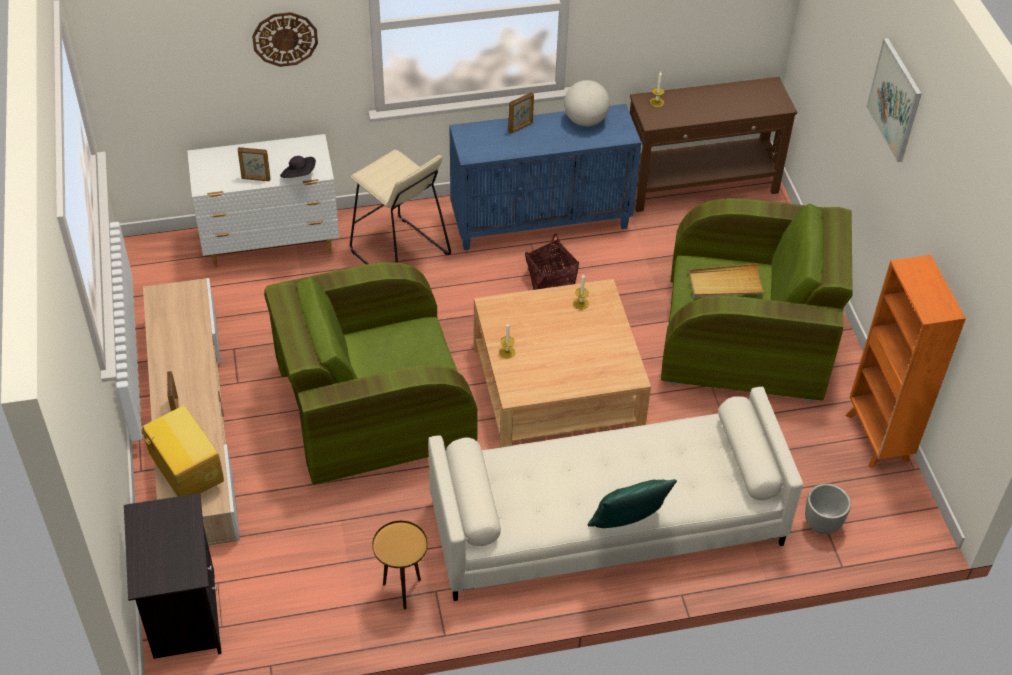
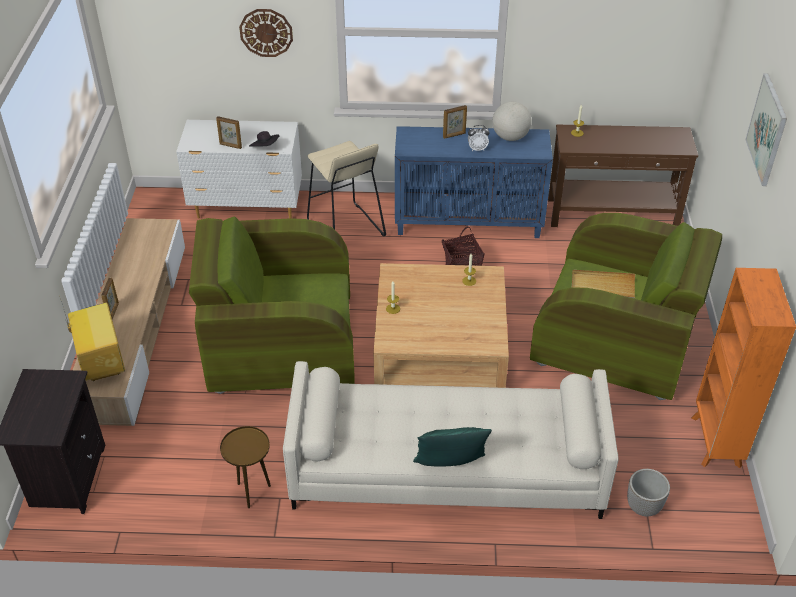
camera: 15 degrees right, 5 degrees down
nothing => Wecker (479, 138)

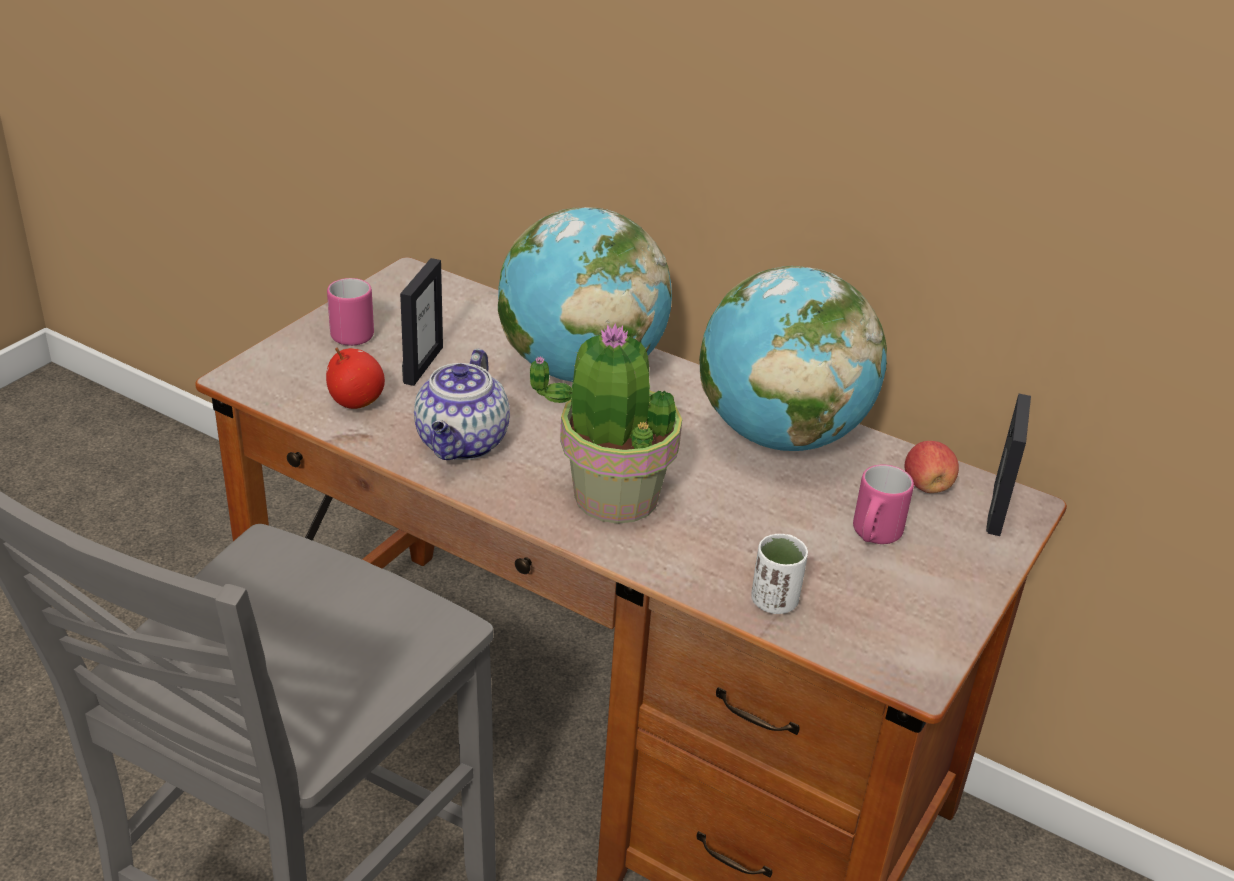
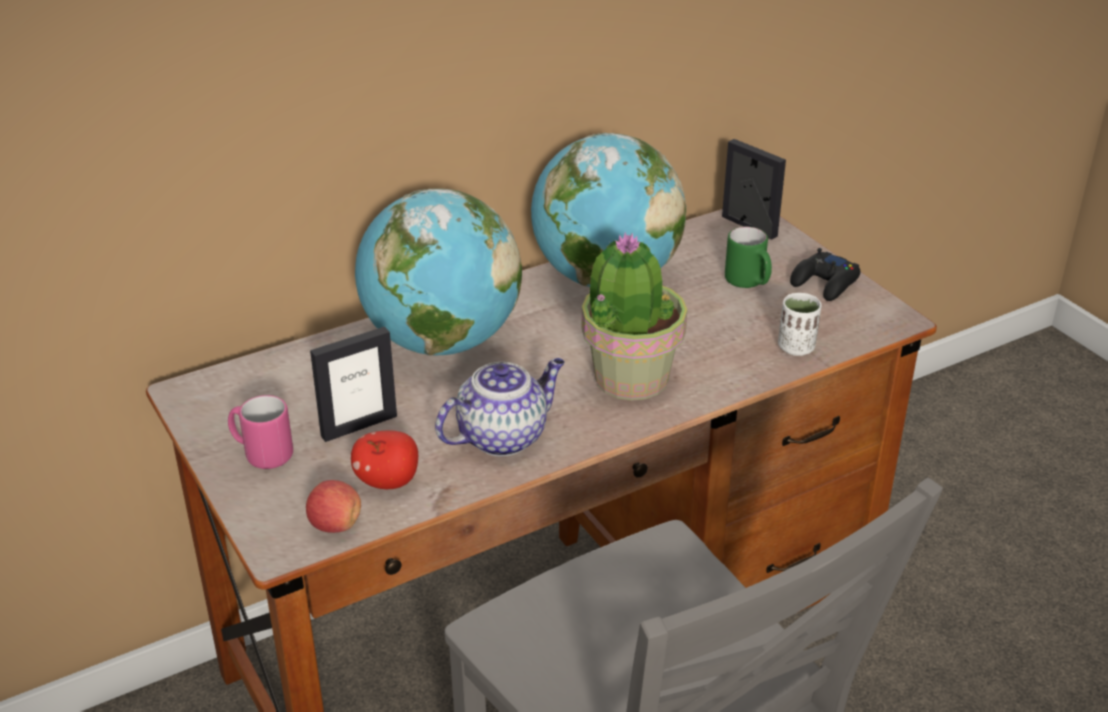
camera: 60 degrees left, 0 degrees up
Bilderrahmen (421, 322) => Bilderrahmen (353, 384), 105 degrees clockwise
Teekanne (462, 404) => Teekanne (500, 407), 75 degrees counterclockwise
Apfel (931, 467) => Apfel (333, 506), shifted
Henkelbecher [rosa] (883, 504) => Henkelbecher [grün] (748, 257)
nothing => Gamepad [schwarz] (825, 274)

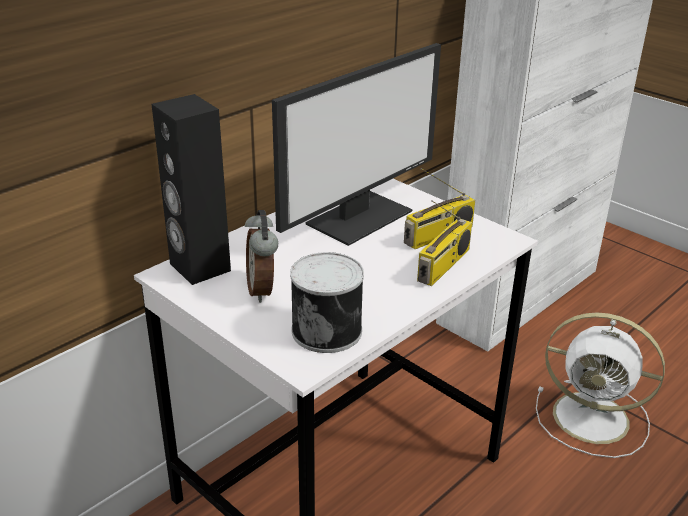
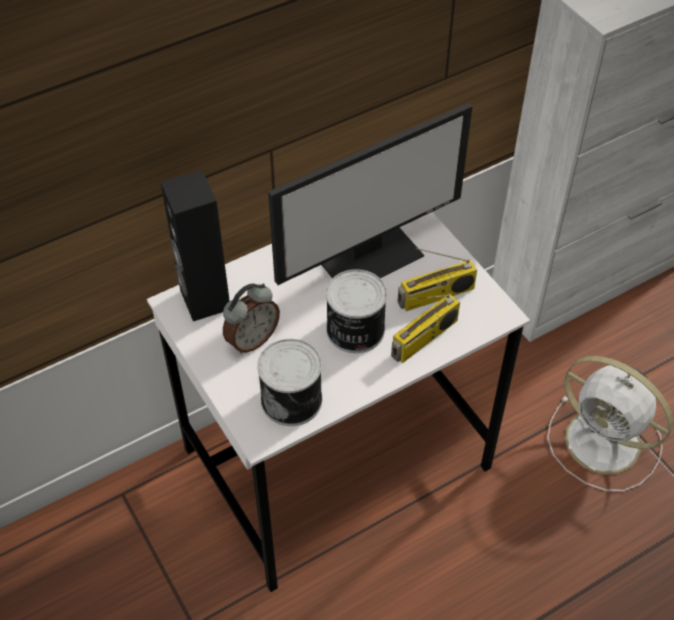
camera: 15 degrees right, 20 degrees up
Wecker (261, 256) => Wecker (251, 318), 135 degrees counterclockwise
nothing => Dose (356, 311)

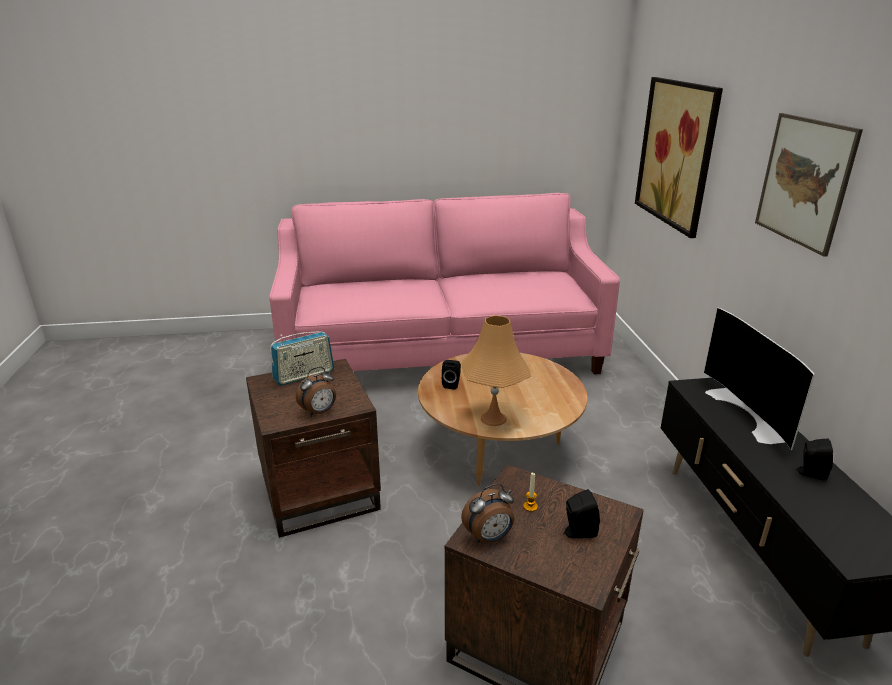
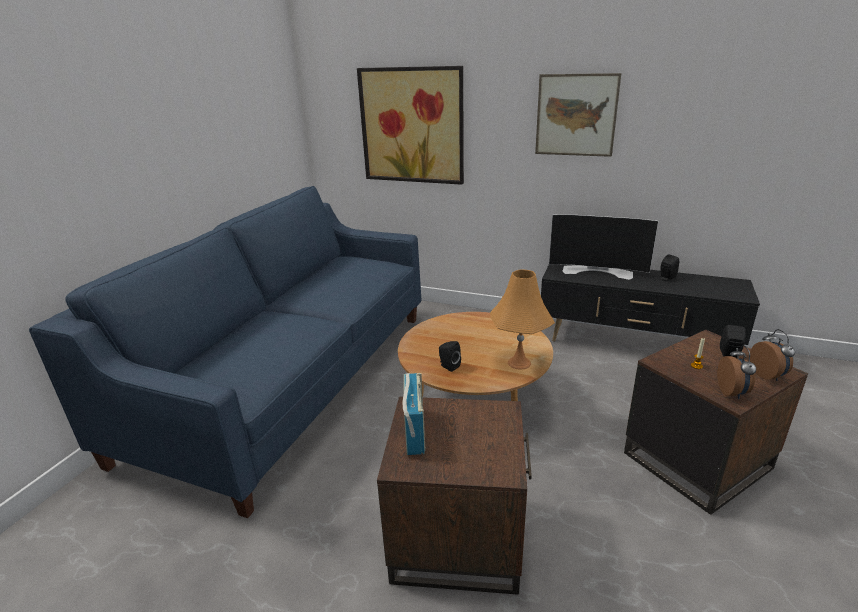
camera: 60 degrees left, 0 degrees up
Sofa [rosa] (444, 284) => Sofa [blau] (225, 352)
Wecker (316, 391) => Wecker (772, 355), shifted

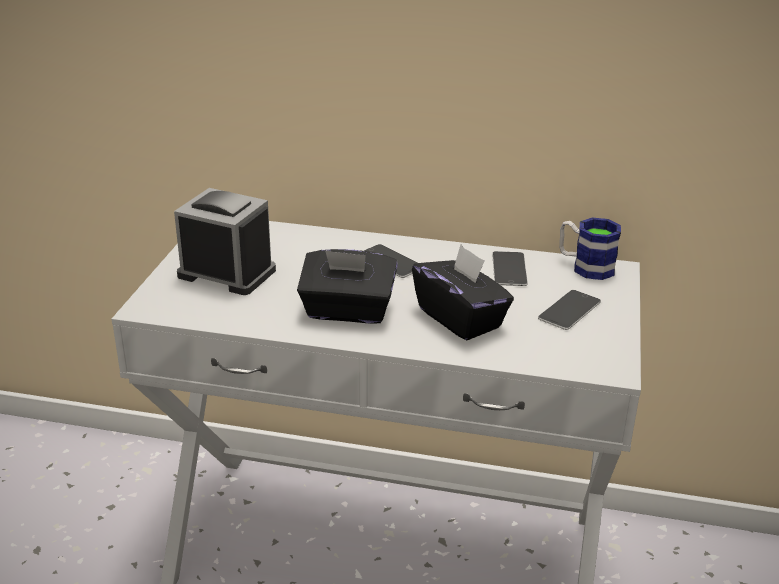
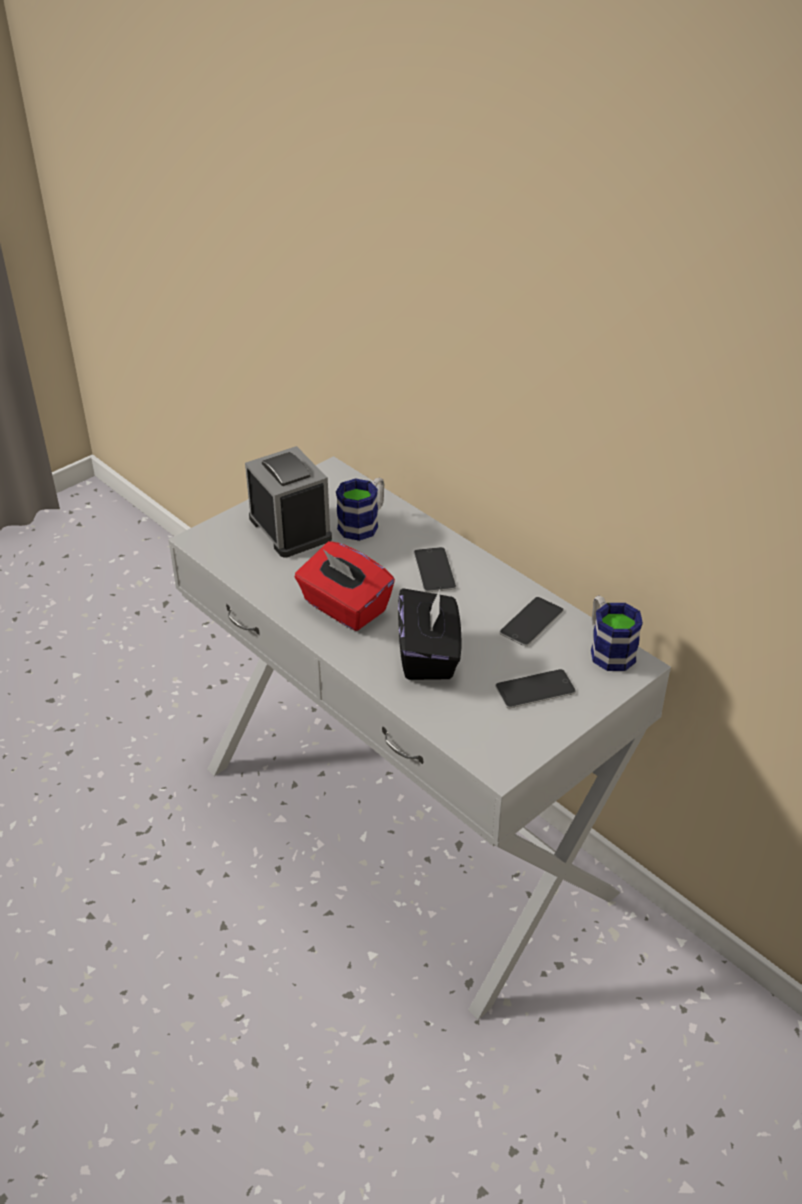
camera: 35 degrees right, 10 degrees up
Taschentuchbox [schwarz] (347, 286) => Taschentuchbox [rot] (345, 586)
nothing => Henkelbecher (360, 509)

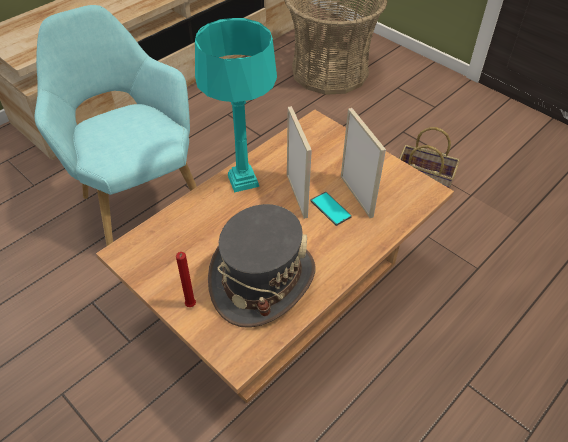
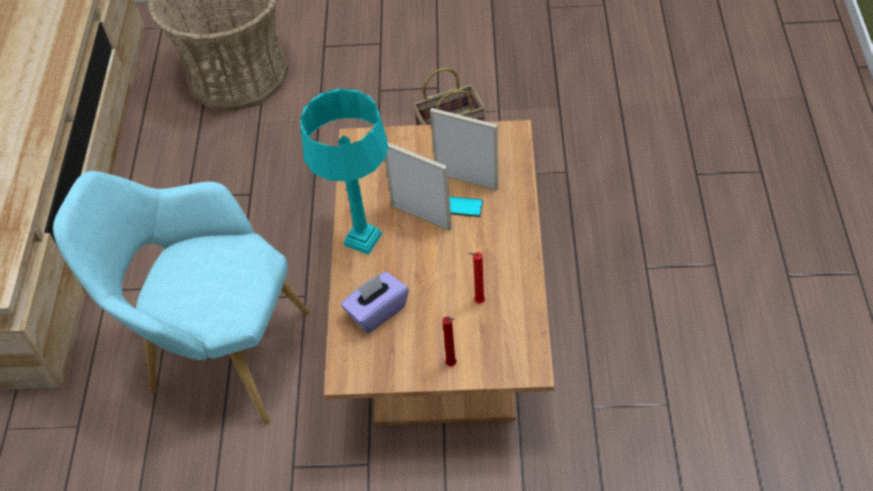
camera: 40 degrees left, 5 degrees up
Hut [grau] (261, 266) => Kerze [rot] (476, 278)
nothing => Taschentuchbox [lila] (375, 302)

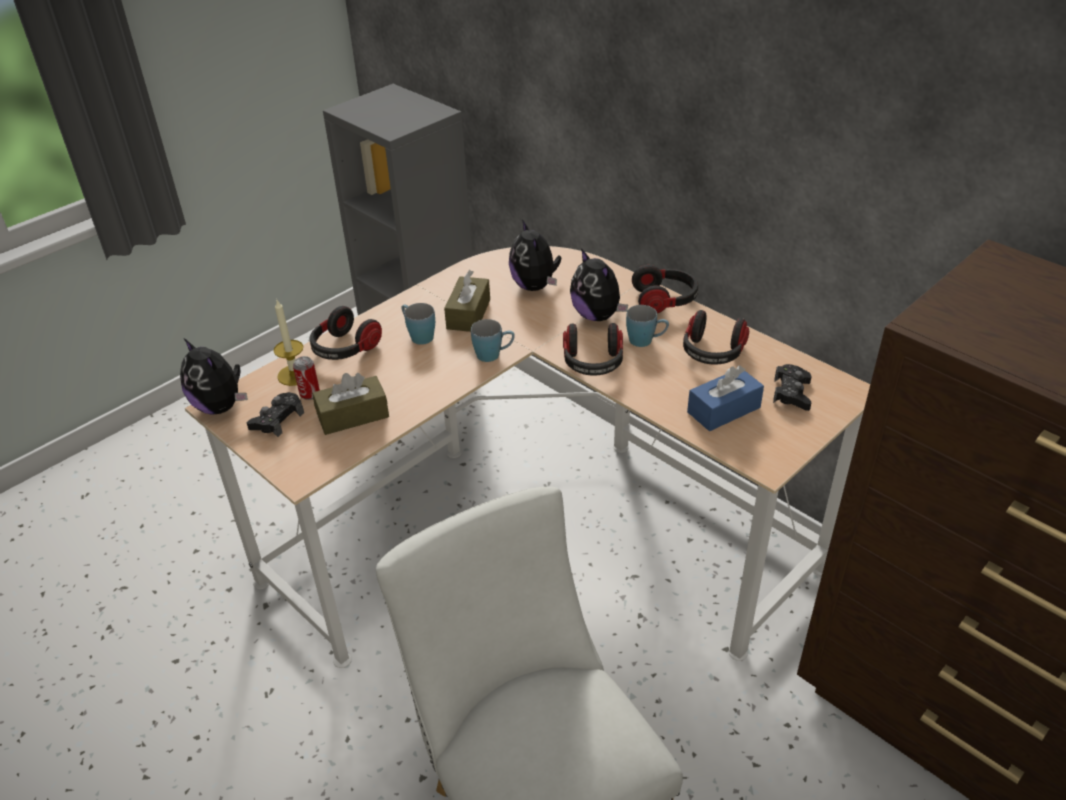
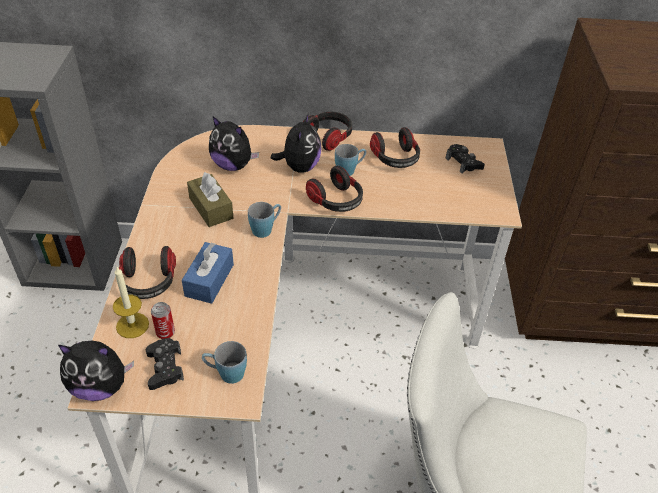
camera: 45 degrees left, 5 degrees up
Plüschtier (599, 285) => Plüschtier (296, 143), 90 degrees counterclockwise
Henkelbecher [blau] (418, 324) => Henkelbecher [blau] (224, 362), shifted
Taschentuchbox [blau] (725, 398) => Taschentuchbox [blau] (208, 273), shifted
Taschentuchbox [braun] (350, 404) => nothing

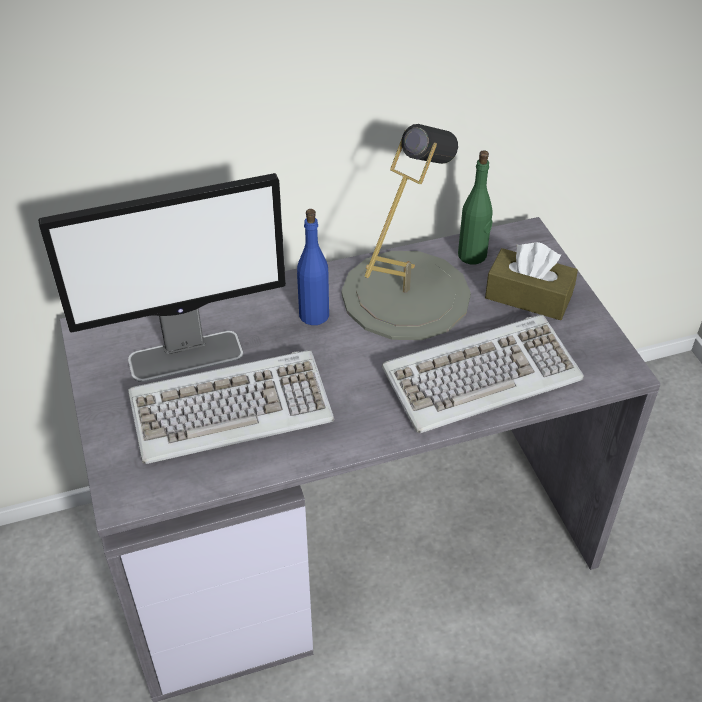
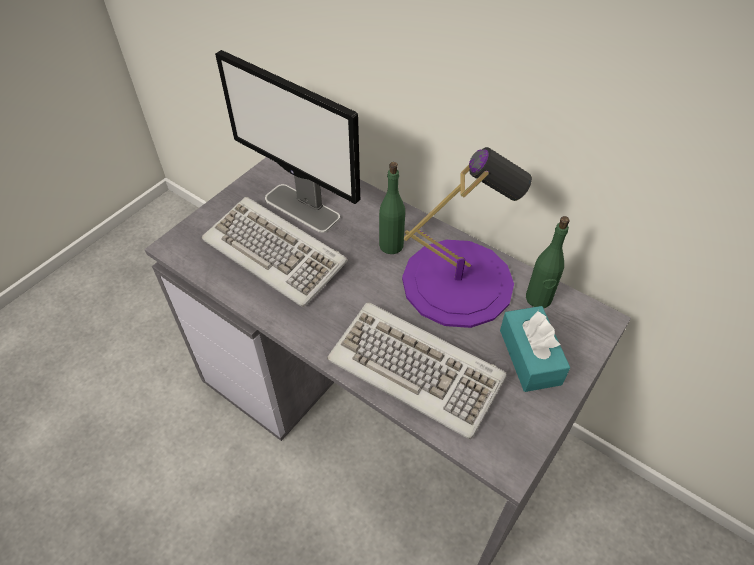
camera: 55 degrees right, 5 degrees up
Tischlampe [grau] (406, 232) => Tischlampe [lila] (467, 237)
Flasche [blau] (313, 267) => Flasche [grün] (392, 208)
Taschentuchbox [braun] (531, 281) => Taschentuchbox [türkis] (535, 349)

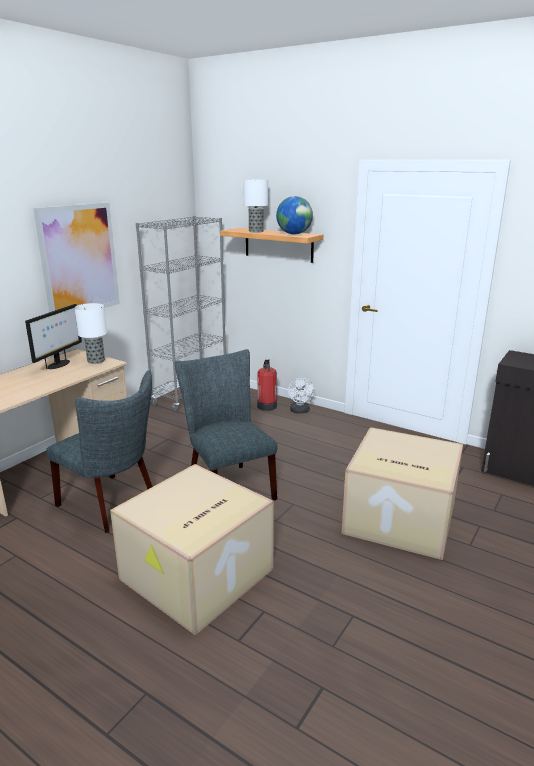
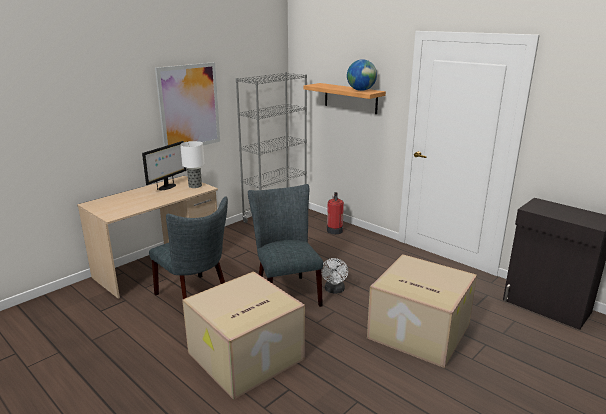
camera: 10 degrees right, 0 degrees up
Tischlampe (255, 206) => nothing
Ventilator [weiß] (301, 396) => Ventilator [weiß] (334, 276), shifted

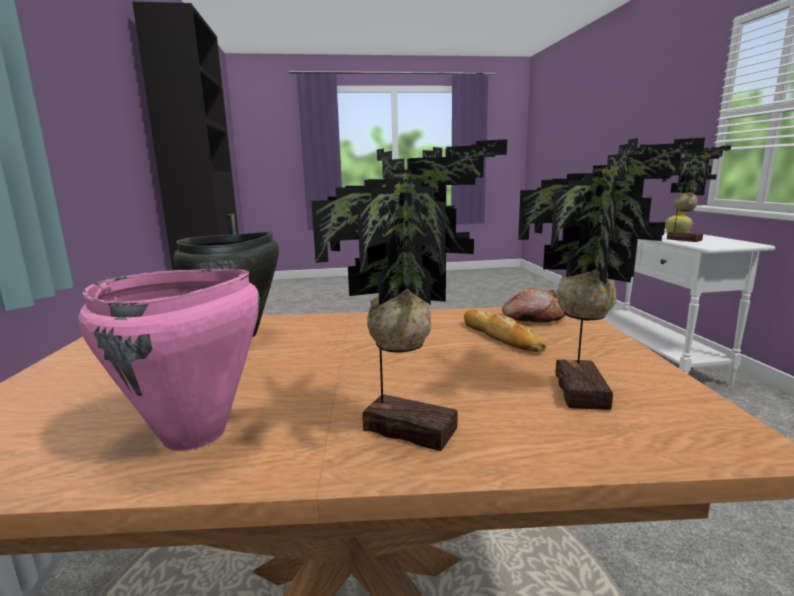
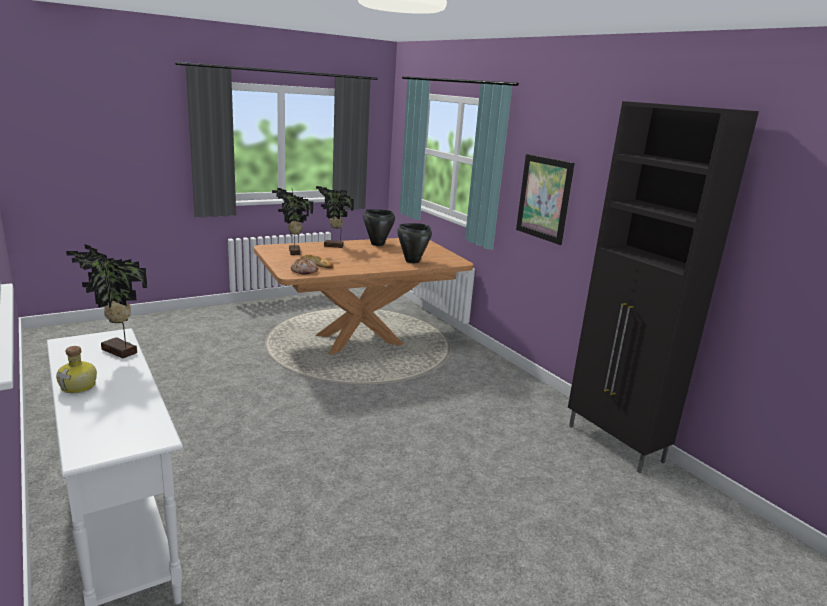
camera: 155 degrees right, 5 degrees up
Kochtopf [rosa] (169, 360) => Kochtopf [schwarz] (379, 227)
nothing => Bild (545, 199)

